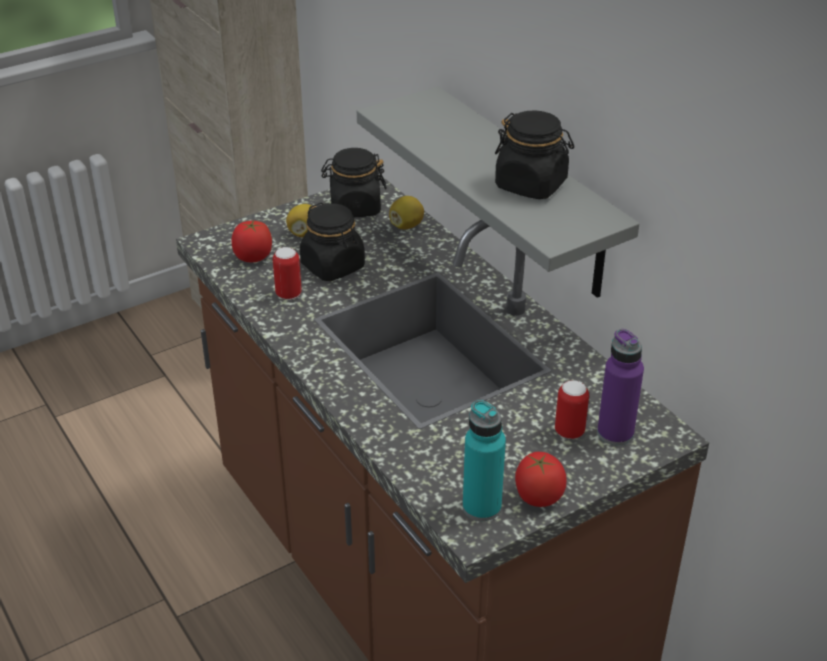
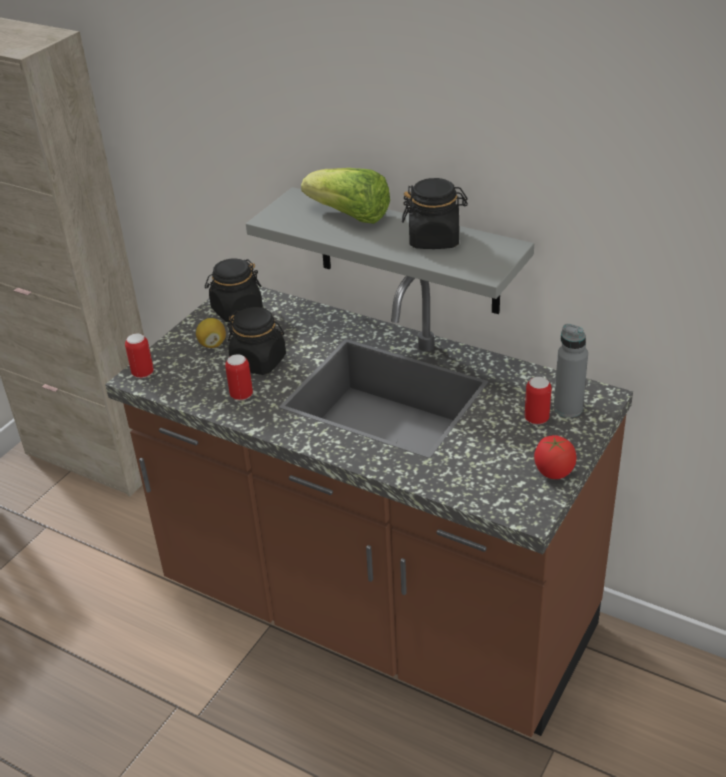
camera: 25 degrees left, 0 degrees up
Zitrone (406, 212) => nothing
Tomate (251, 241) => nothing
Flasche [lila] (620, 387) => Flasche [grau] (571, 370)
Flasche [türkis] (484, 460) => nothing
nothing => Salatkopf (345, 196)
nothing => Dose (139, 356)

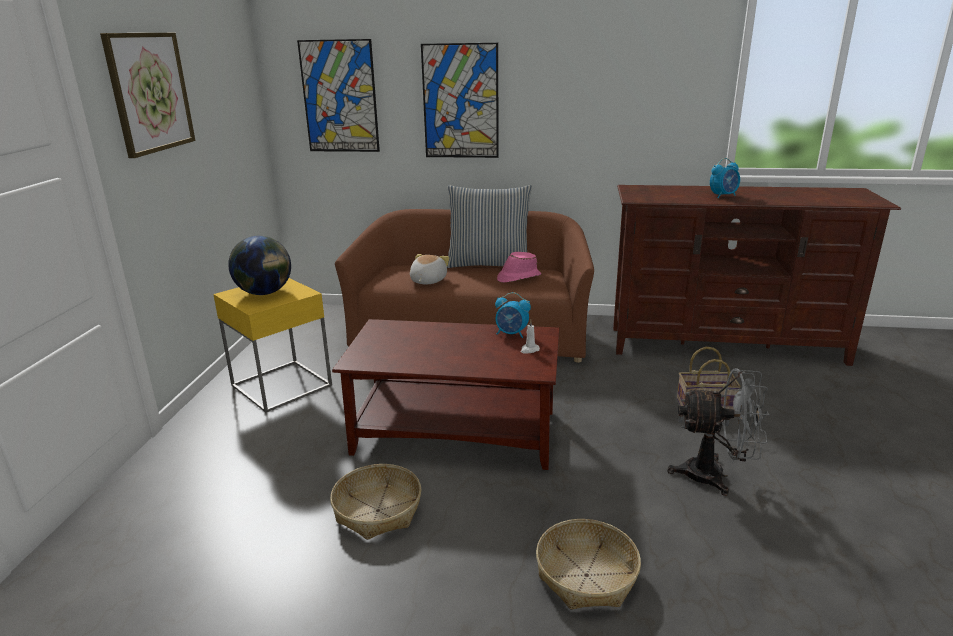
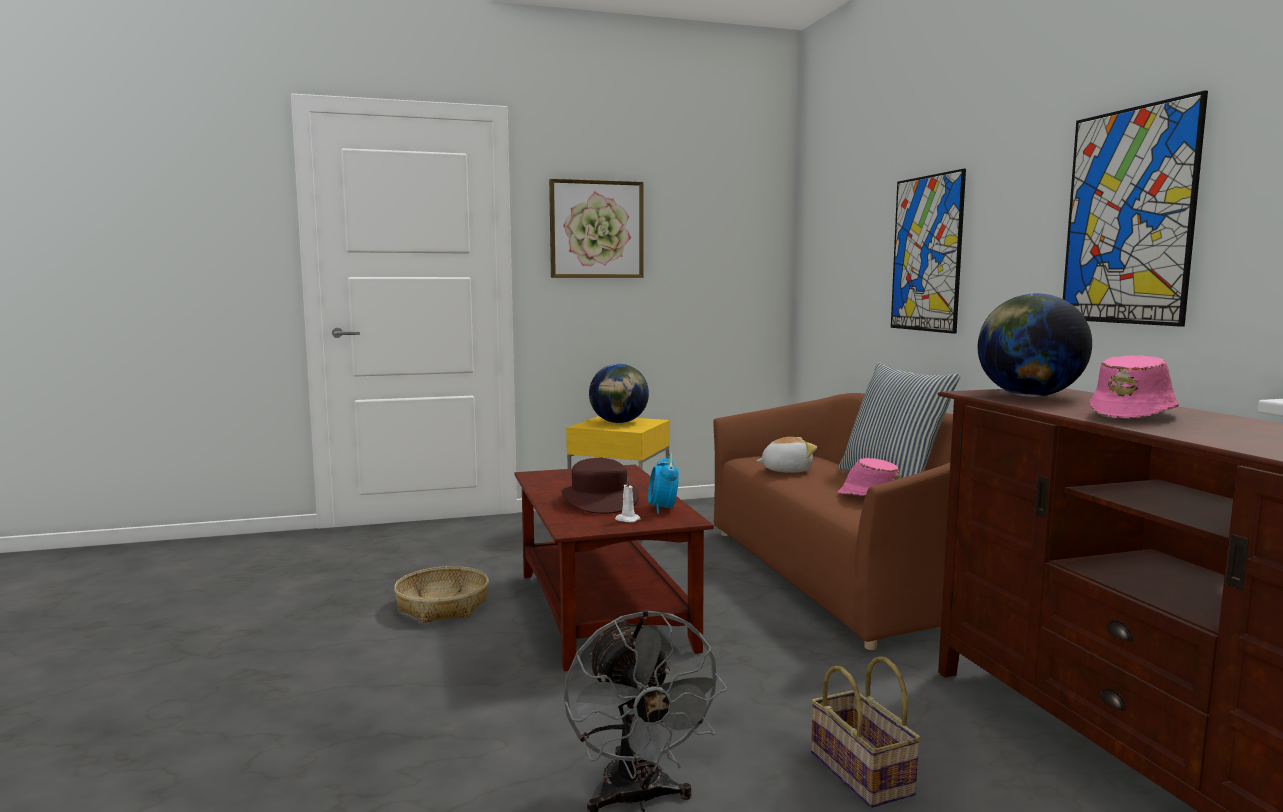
camera: 65 degrees right, 15 degrees down
Bild (338, 95) => Bild (1135, 208), shifted
Wecker (725, 178) => Hut [rosa] (1134, 387)
Korb (588, 564) => nothing
nothing => Globus (1035, 345)
nothing => Hut [braun] (600, 486)

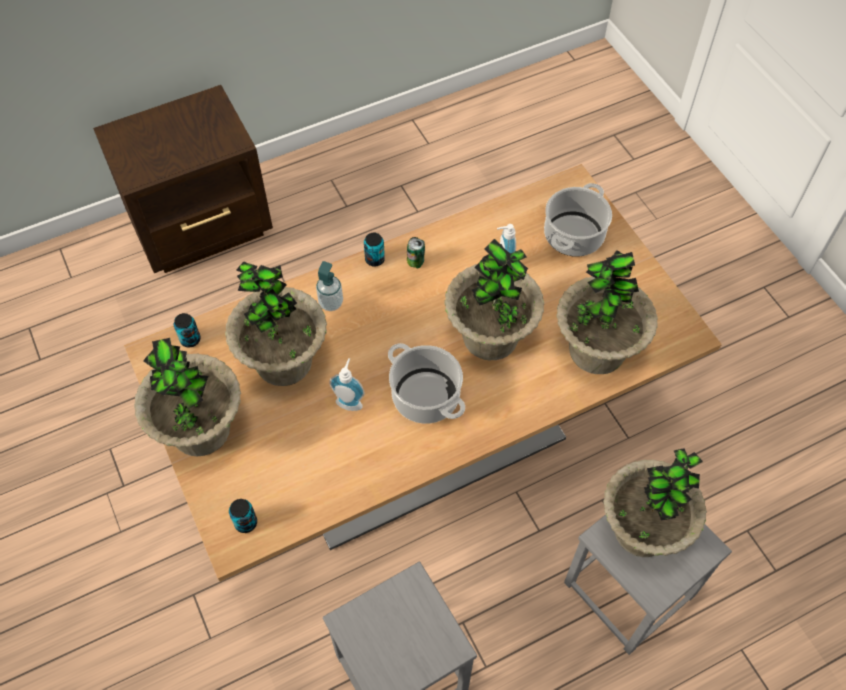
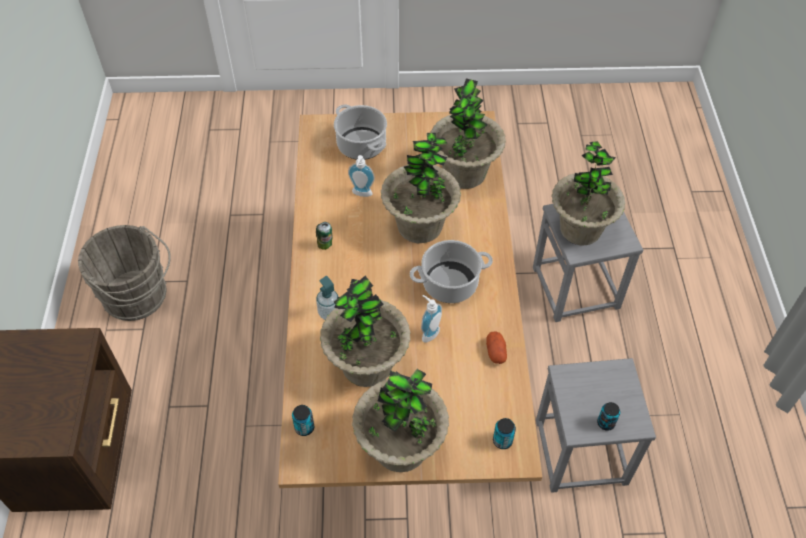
camera: 65 degrees left, 5 degrees down
Dose (374, 250) => Dose (608, 416), shifted
nothing => Eimer [grau] (124, 273)
nothing => Kartoffel (496, 347)

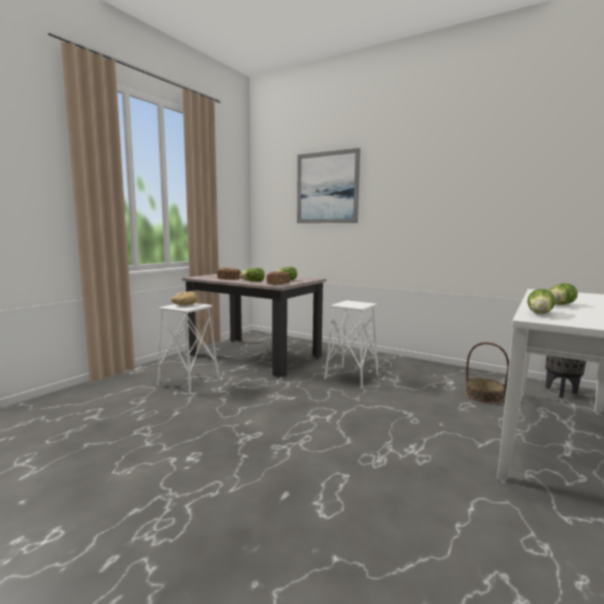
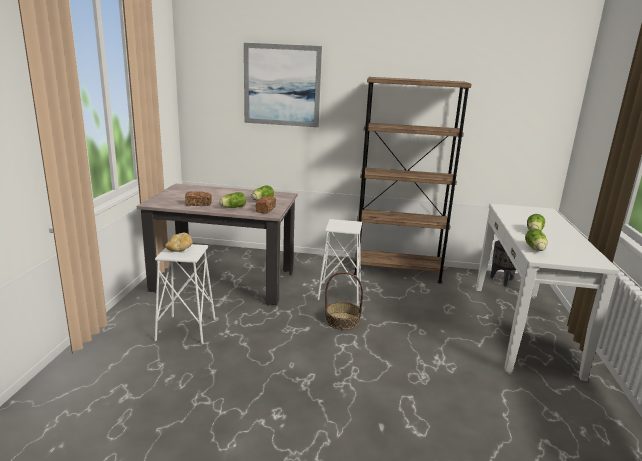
camera: 25 degrees left, 10 degrees up
Korb (487, 373) => Korb (344, 301), shifted
nothing => Bücherregal [braun] (412, 180)

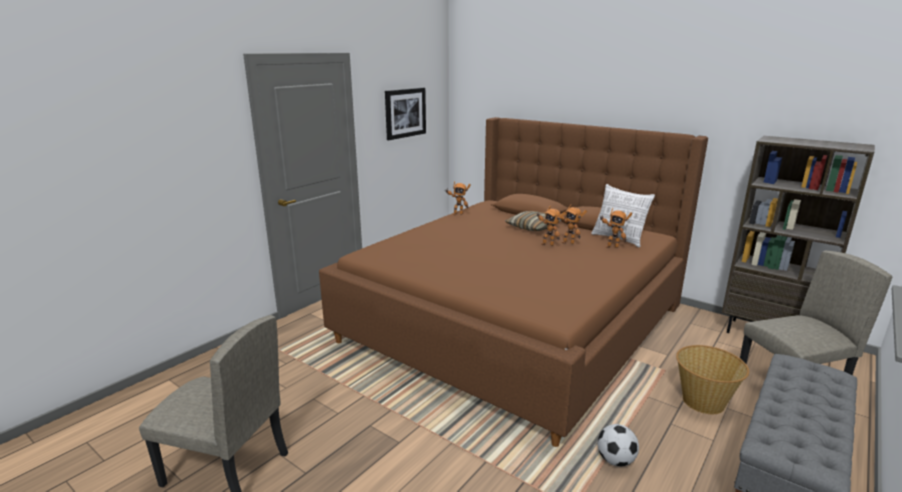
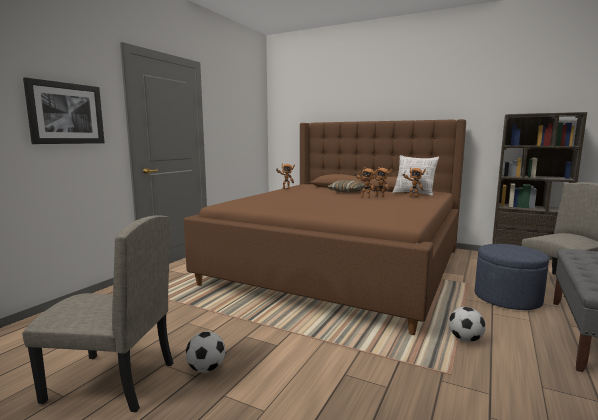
camera: 10 degrees left, 10 degrees down
Bild (405, 114) => Bild (64, 110), shifted
Korb (712, 379) => Polsterhocker [blau] (512, 277)
nothing => Fußball (205, 352)

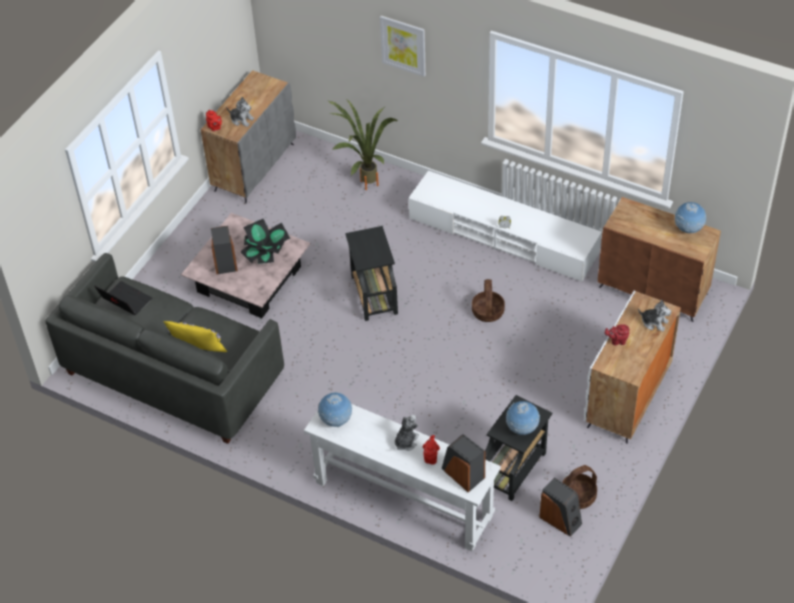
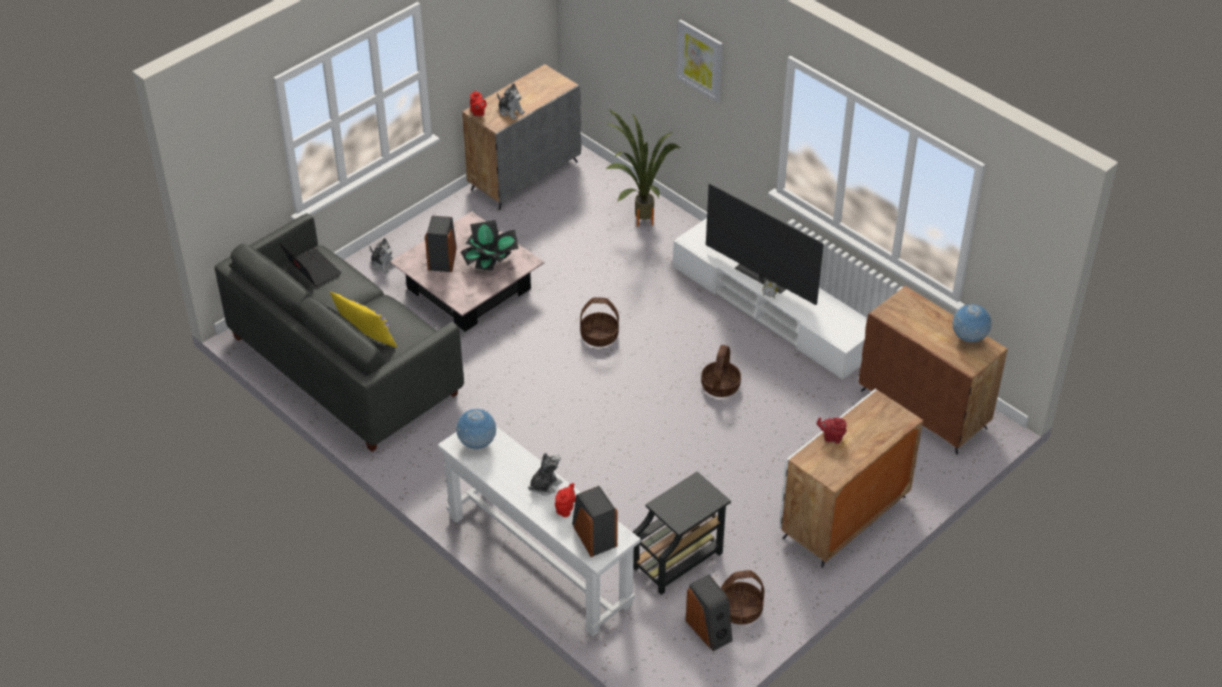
camera: 15 degrees right, 5 degrees down
Beistelltisch [schwarz] (371, 273) => Korb (599, 322)
Plüschtier (654, 316) => Plüschtier (382, 255), shifted
Globus (523, 418) => nothing
nothing => Fernseher (765, 244)

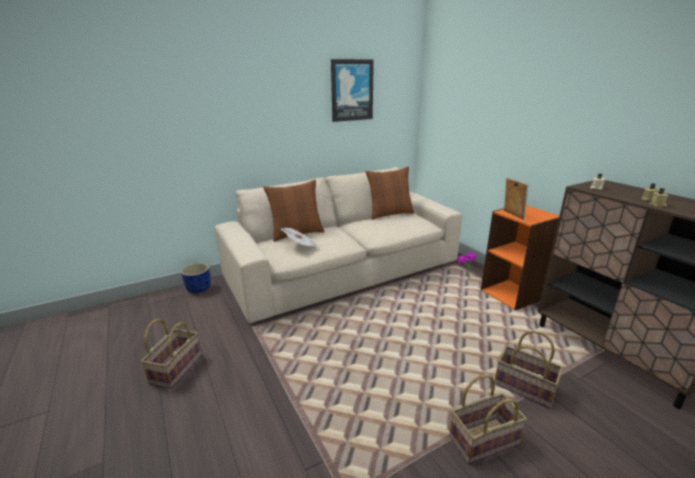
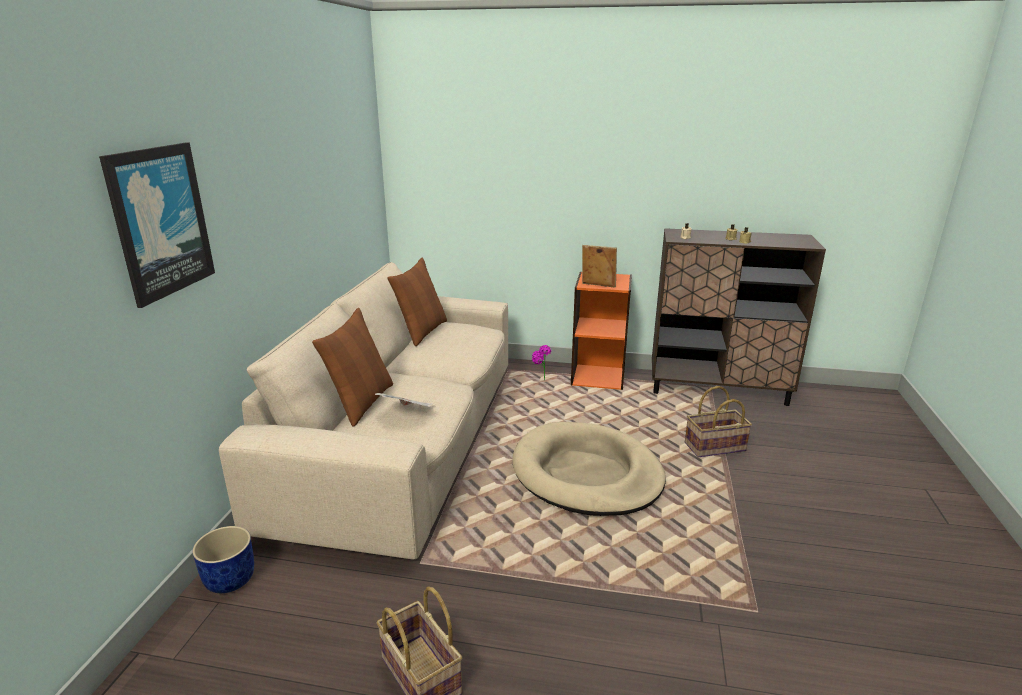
camera: 50 degrees left, 0 degrees up
Bild (352, 90) => Bild (157, 225), shifted
Korb (488, 419) => nothing
nothing => Hundebett [beige] (589, 469)

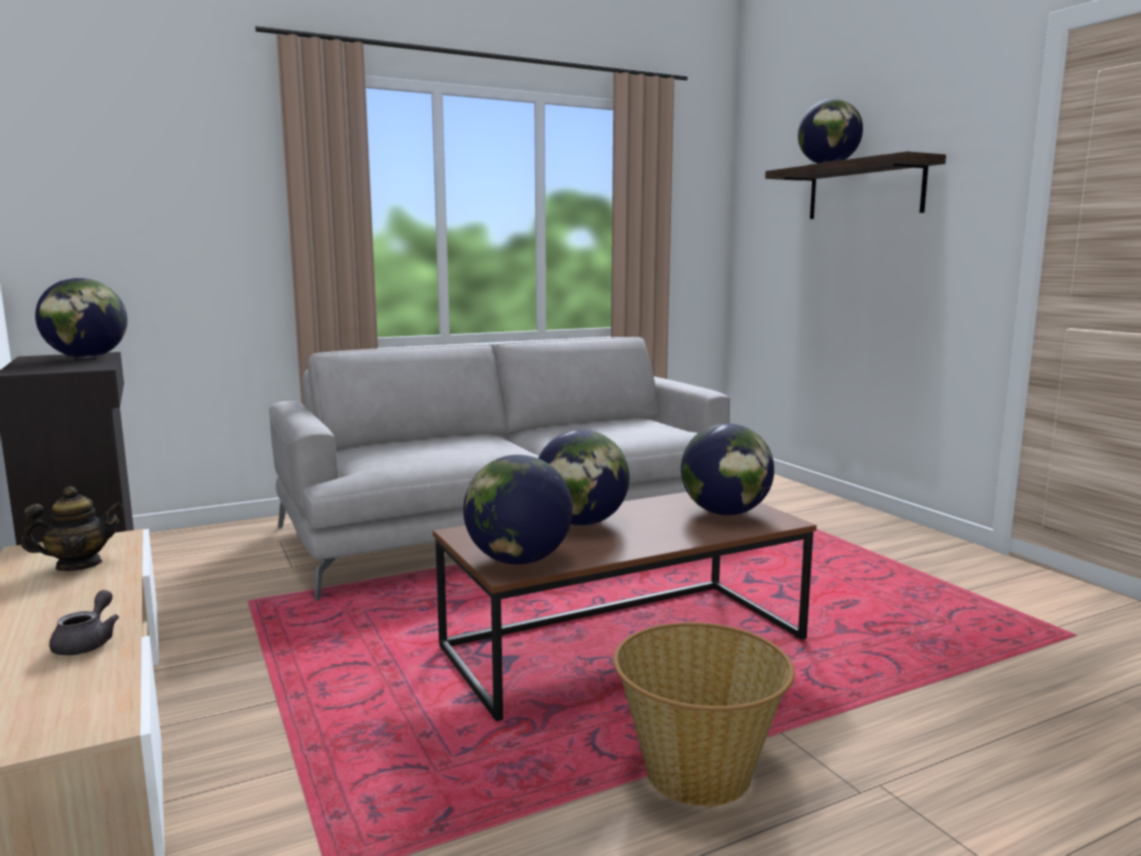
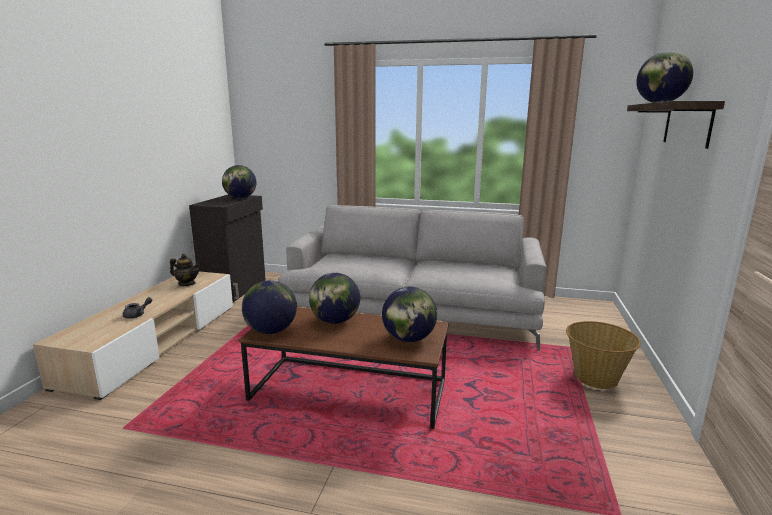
camera: 40 degrees right, 5 degrees up
Korb (704, 714) => Korb (603, 355), shifted

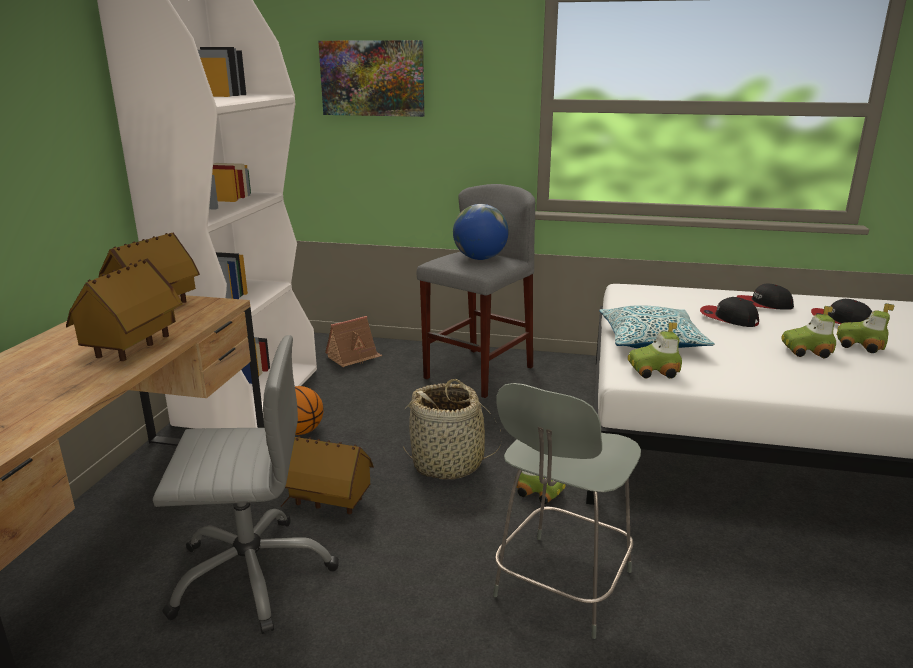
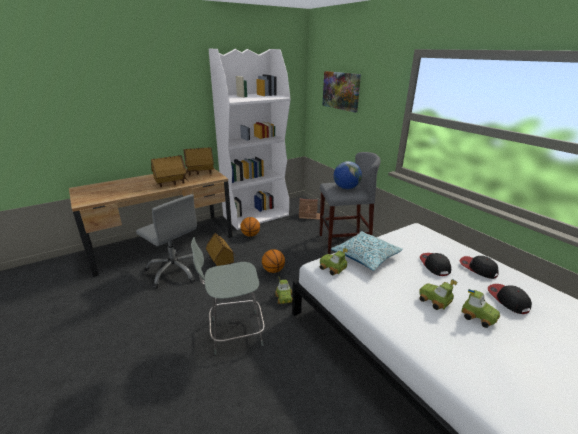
camera: 45 degrees right, 5 degrees up
Spielzeugauto (865, 328) => Spielzeugauto (481, 308), 150 degrees clockwise
Korb (452, 429) => Basketball (273, 261)

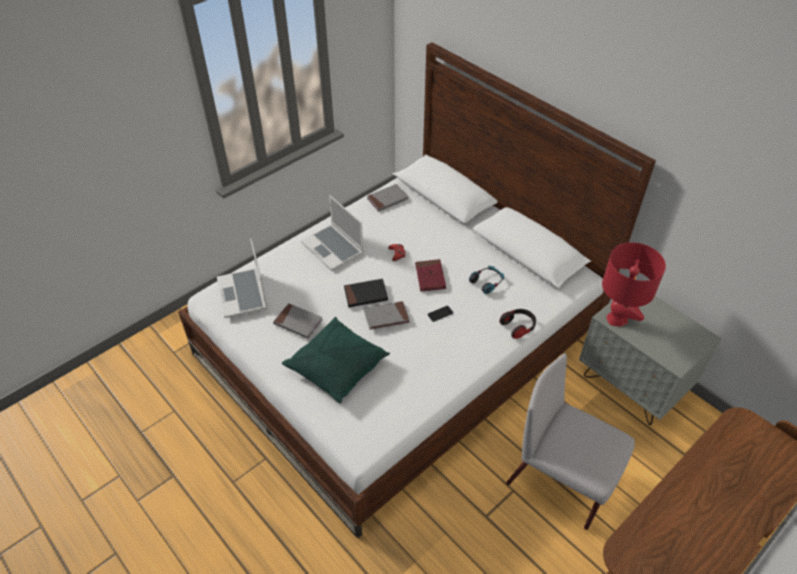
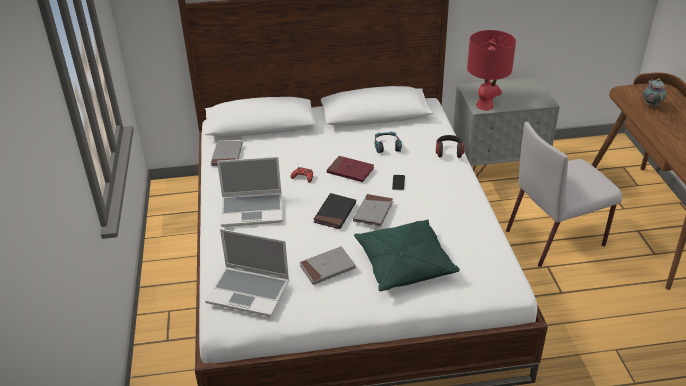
camera: 55 degrees left, 10 degrees down
nothing => Teekanne (655, 93)

